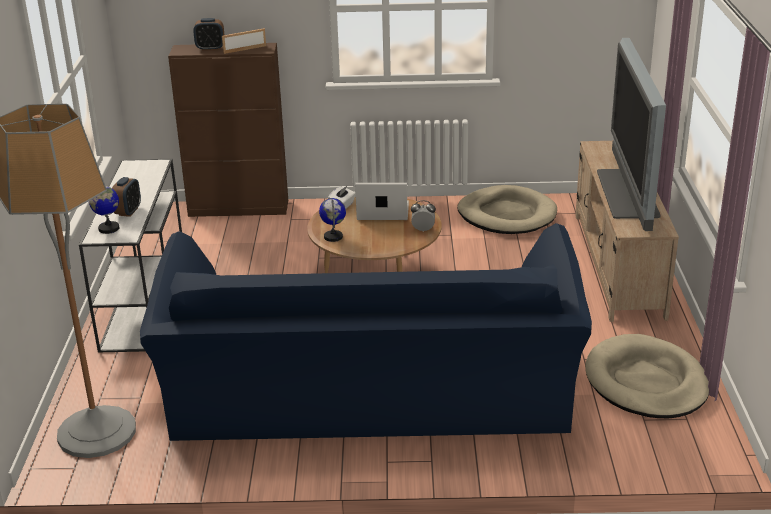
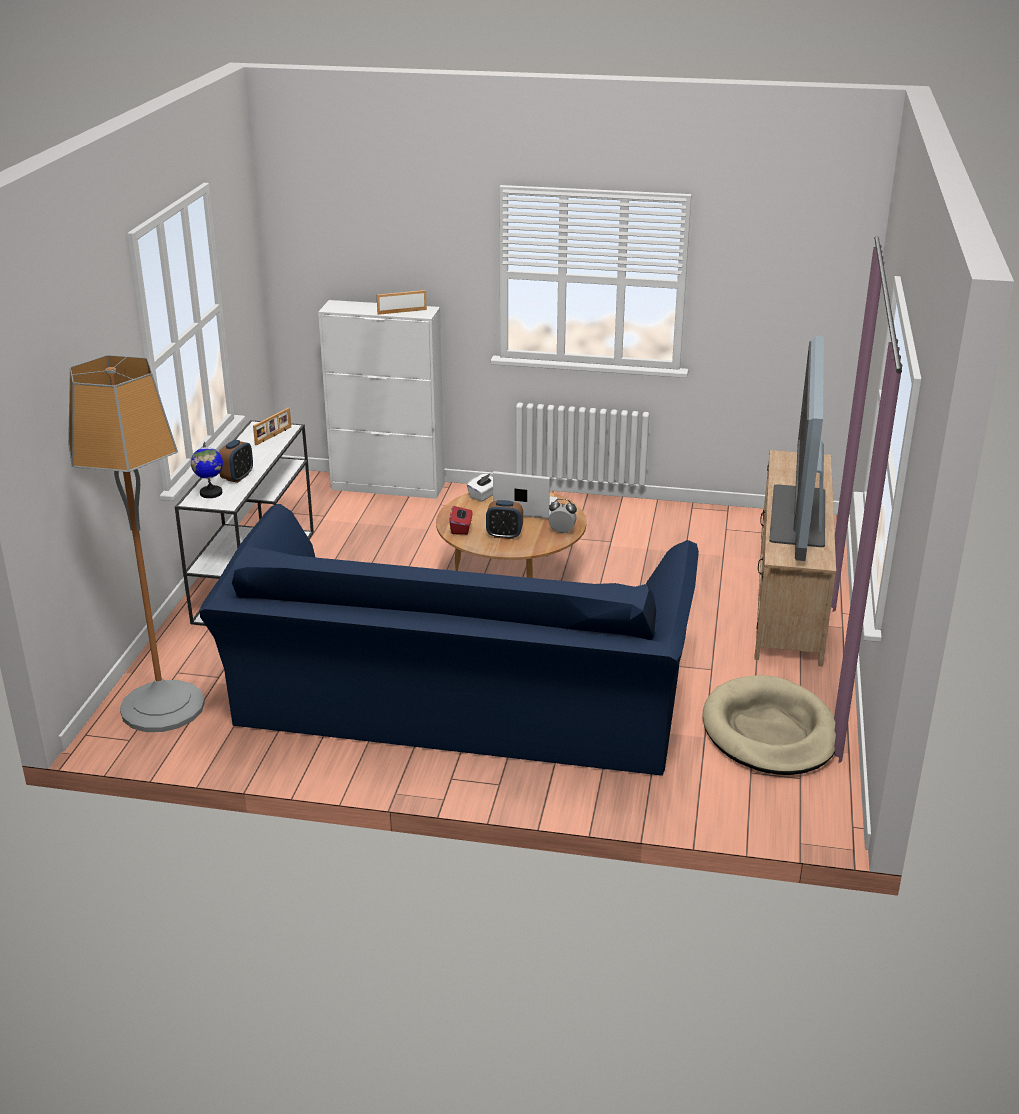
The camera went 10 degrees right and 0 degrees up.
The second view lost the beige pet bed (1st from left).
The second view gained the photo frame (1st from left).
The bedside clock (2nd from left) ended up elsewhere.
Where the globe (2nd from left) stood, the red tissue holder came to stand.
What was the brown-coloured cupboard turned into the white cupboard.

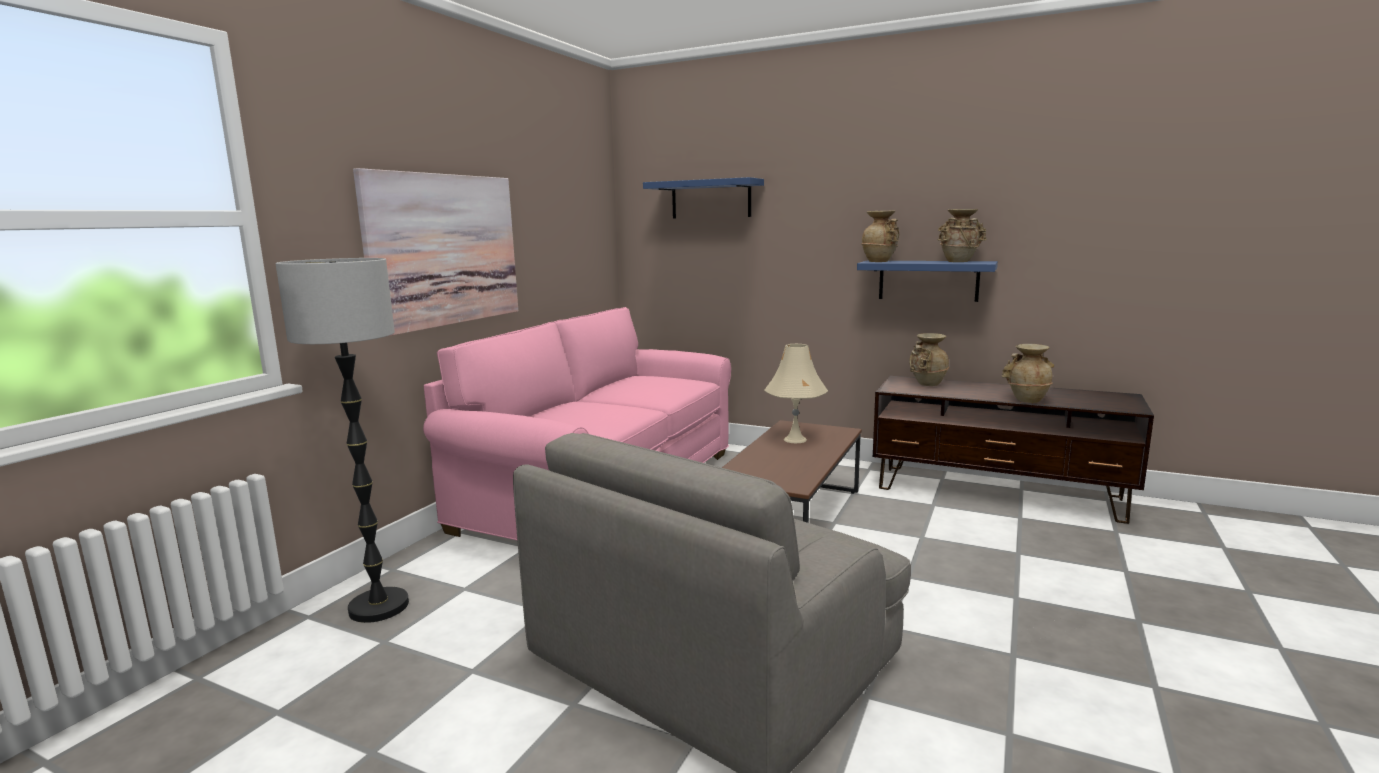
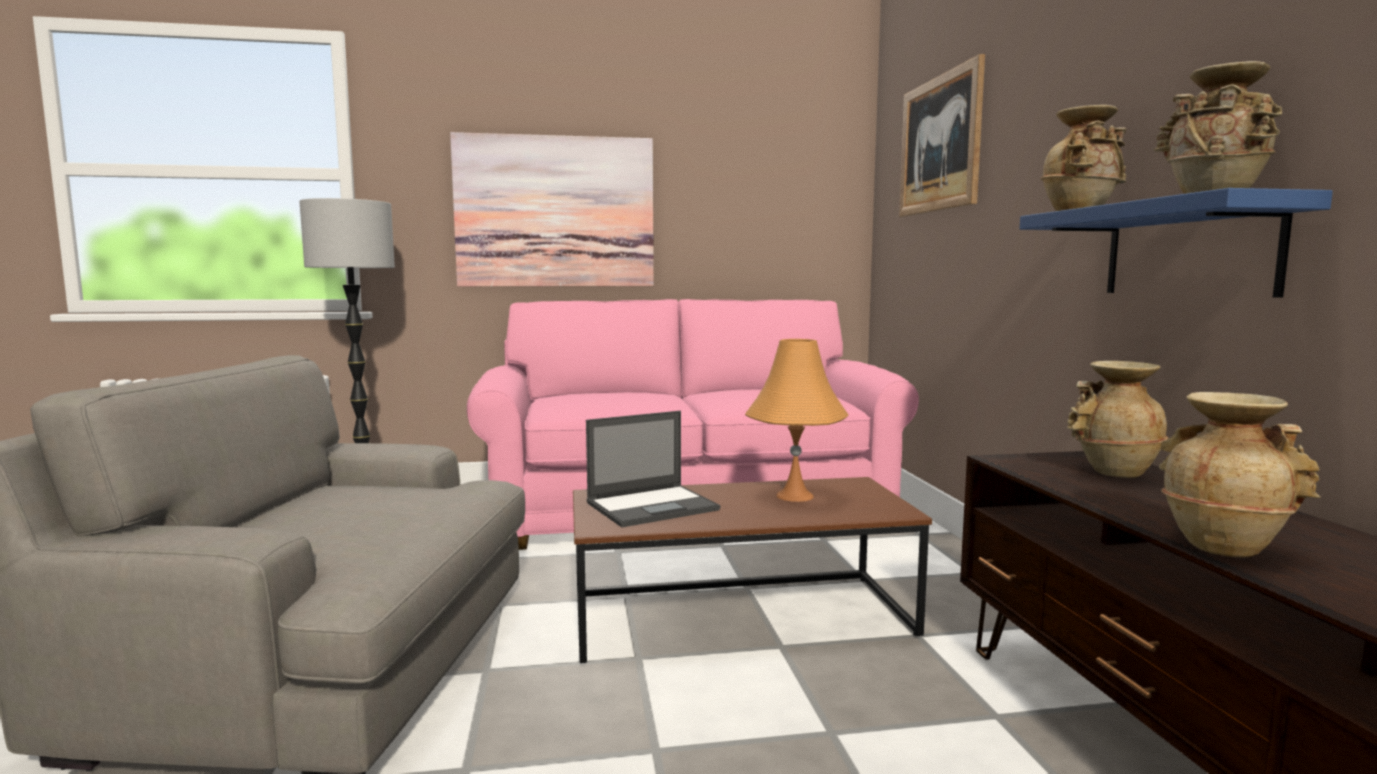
The camera went 55 degrees right and 5 degrees down.
The second view gained the portable computer.
Where the bluish bracket shelf (1st from left) hung, the picture (2nd from left) came to hang.
What was the beige table lamp turned into the orange table lamp.

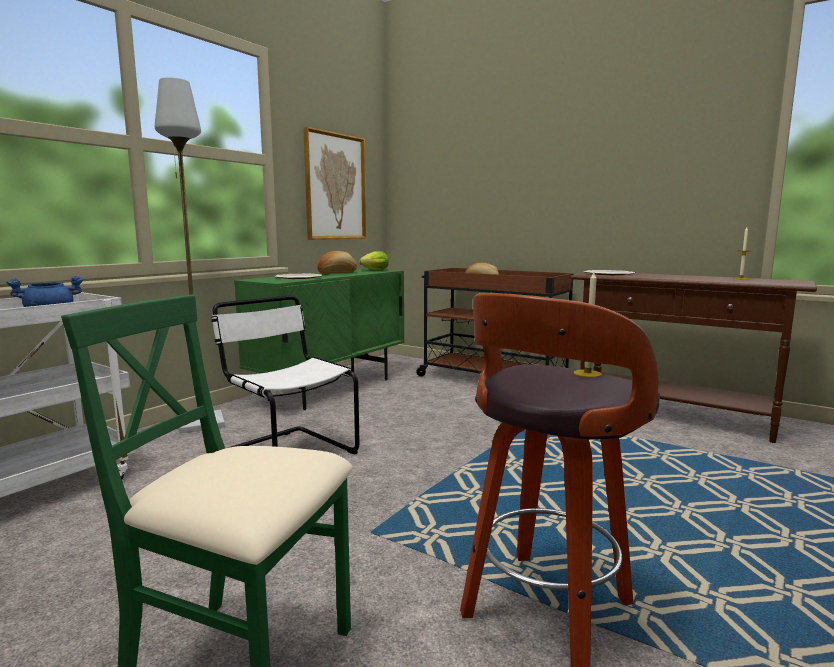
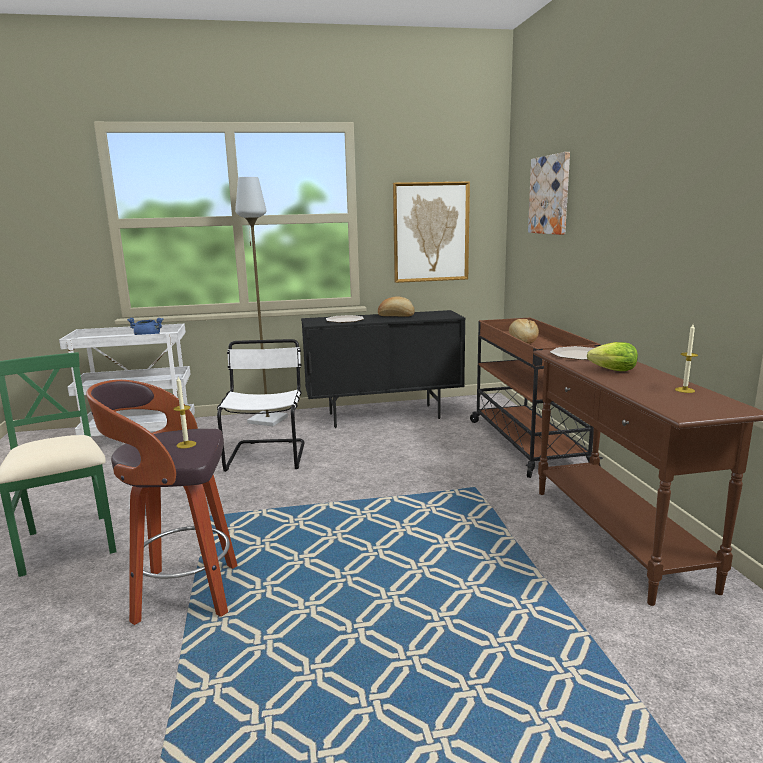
The camera went 45 degrees right and 5 degrees up.
The second view gained the picture (2nd from left).
The lettuce head ended up elsewhere.
What was the greenish cupboard turned into the blackish cupboard.

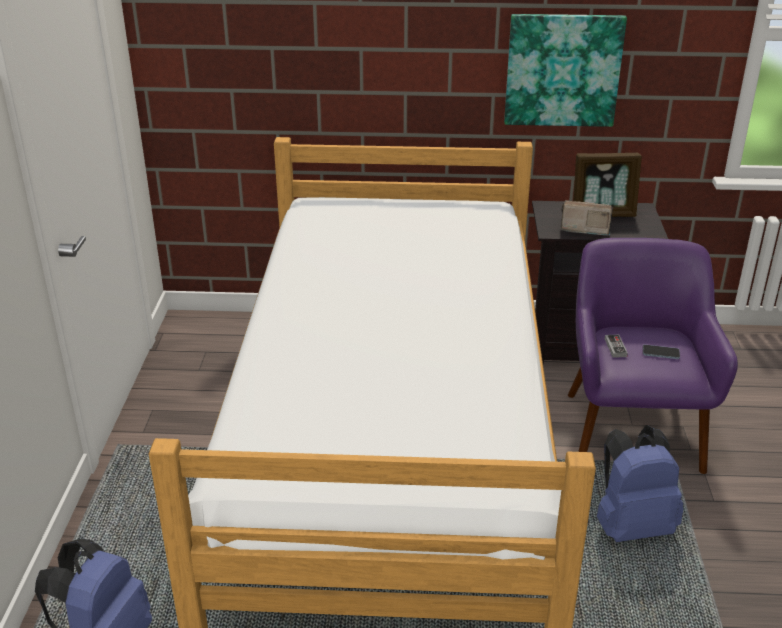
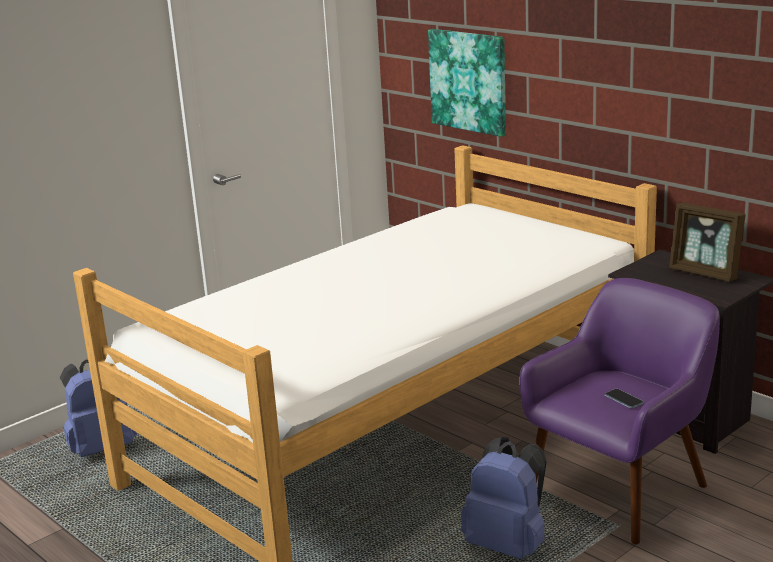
The camera went 45 degrees right and 10 degrees down.
The second view lost the radio receiver.
The second view lost the joypad.
The picture ended up elsewhere.

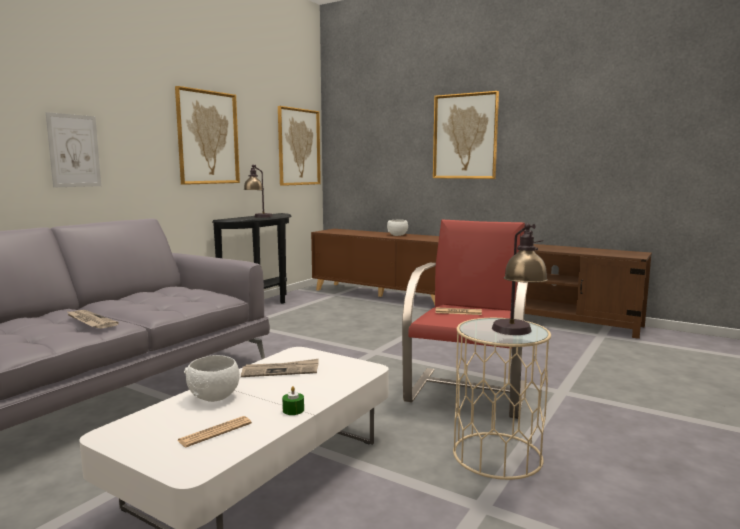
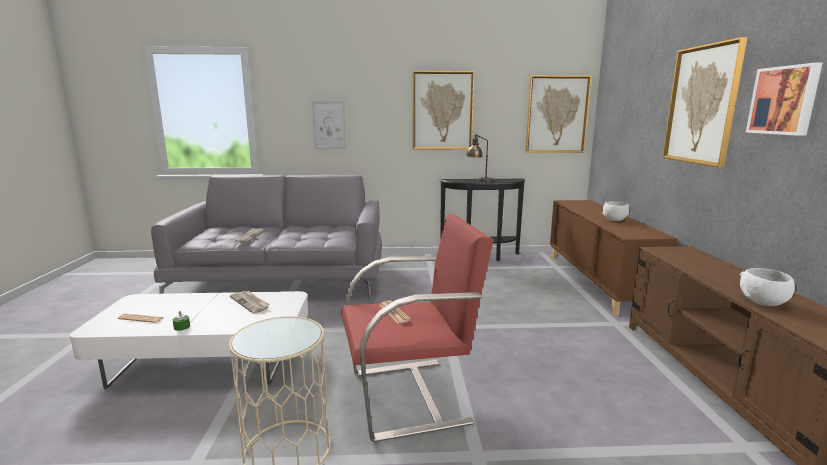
The camera went 55 degrees right and 5 degrees up.
The second view lost the table lamp (2nd from left).
The second view gained the picture (5th from left).
The white deep dish (1st from left in the first image) ended up elsewhere.

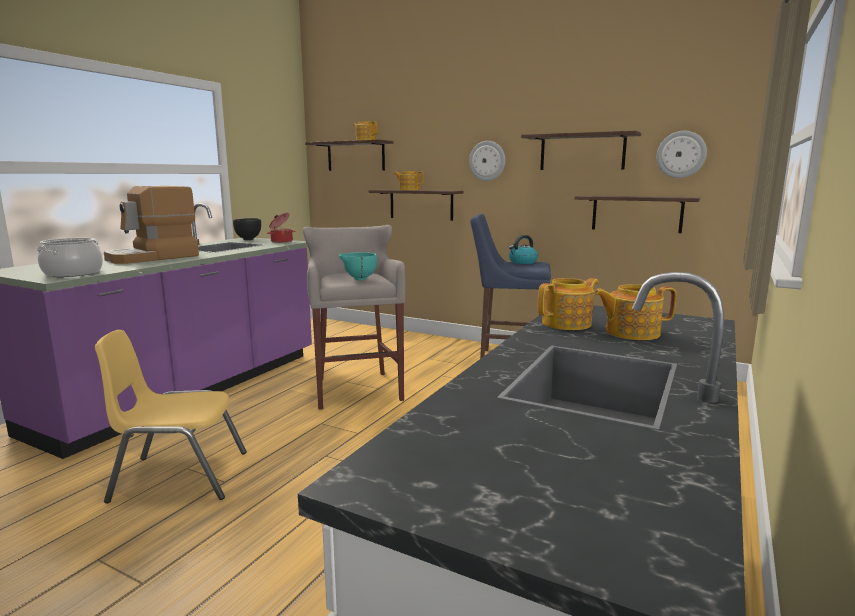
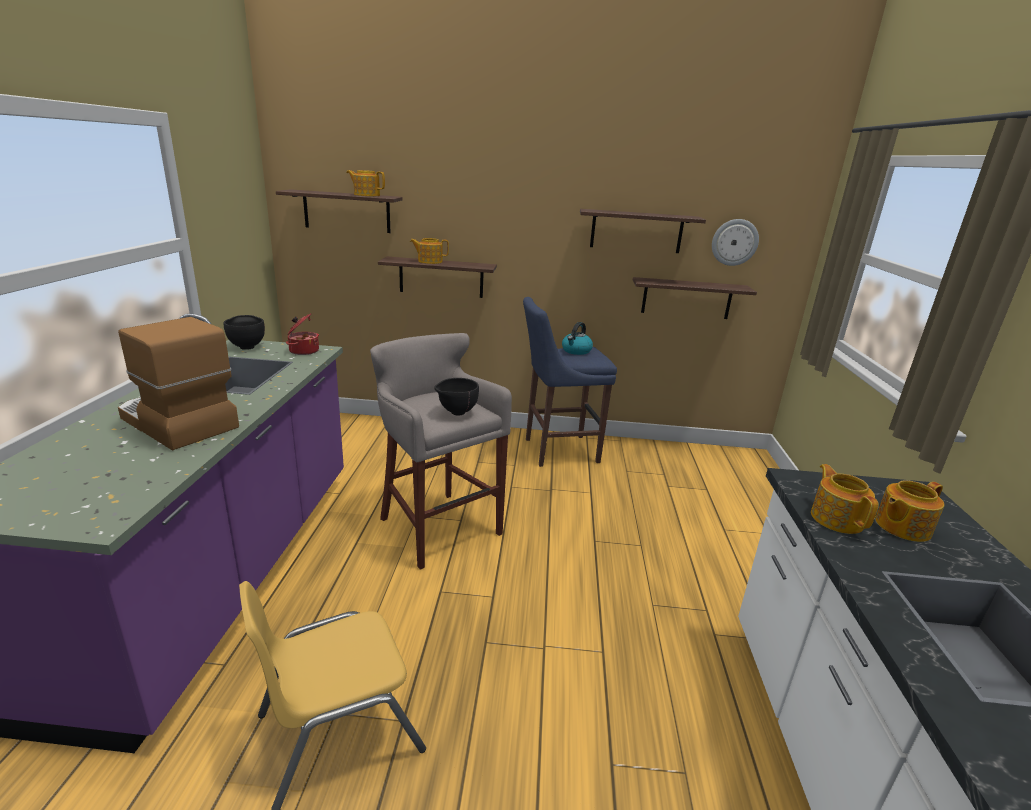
The camera went 25 degrees left and 10 degrees up.
The second view lost the saucepot (1st from left).
The second view lost the hanging clock (1st from left).
What was the blue-green deep dish turned into the blackish deep dish (2nd from left).
The coffee maker ended up facing another way, 105 degrees clockwise from before.
The teapot (3rd from left) ended up facing another way, 45 degrees counterclockwise from before.

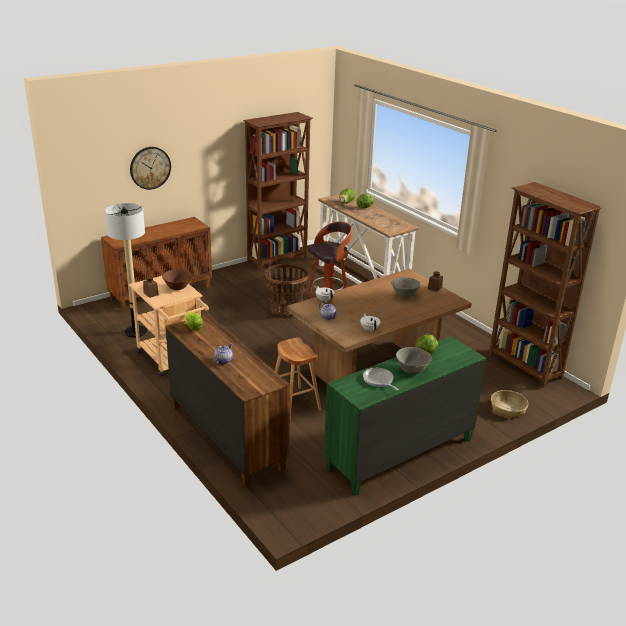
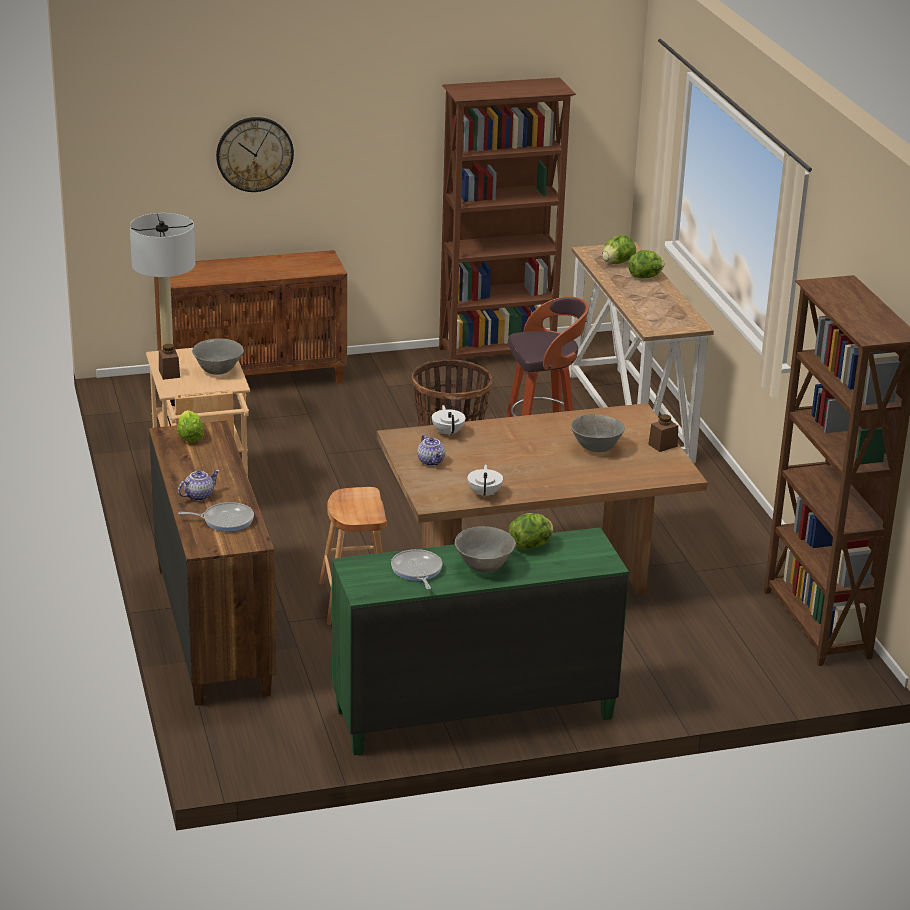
The camera went 20 degrees right and 0 degrees up.
The second view lost the storage basket (2nd from left).
The second view gained the pan (1st from left).
What was the brown-coloured deep dish turned into the grey deep dish (1st from left).

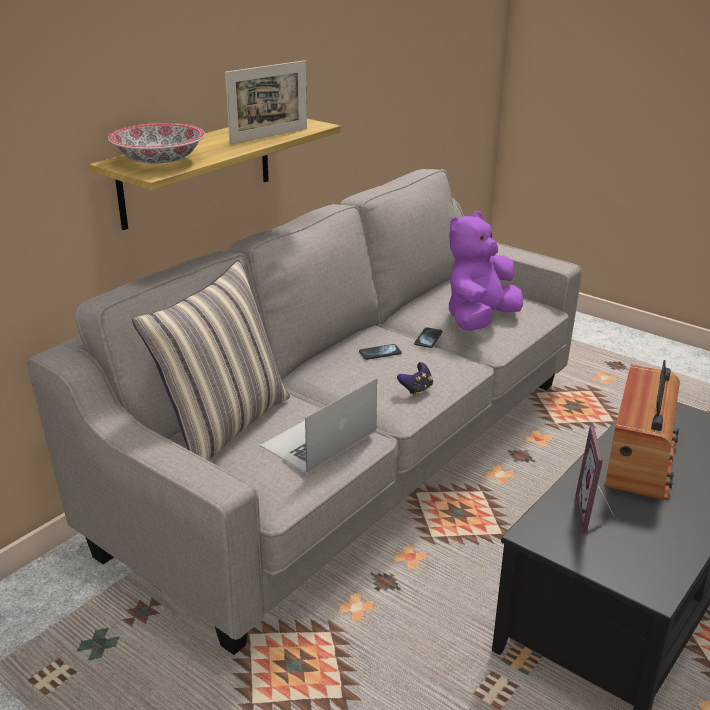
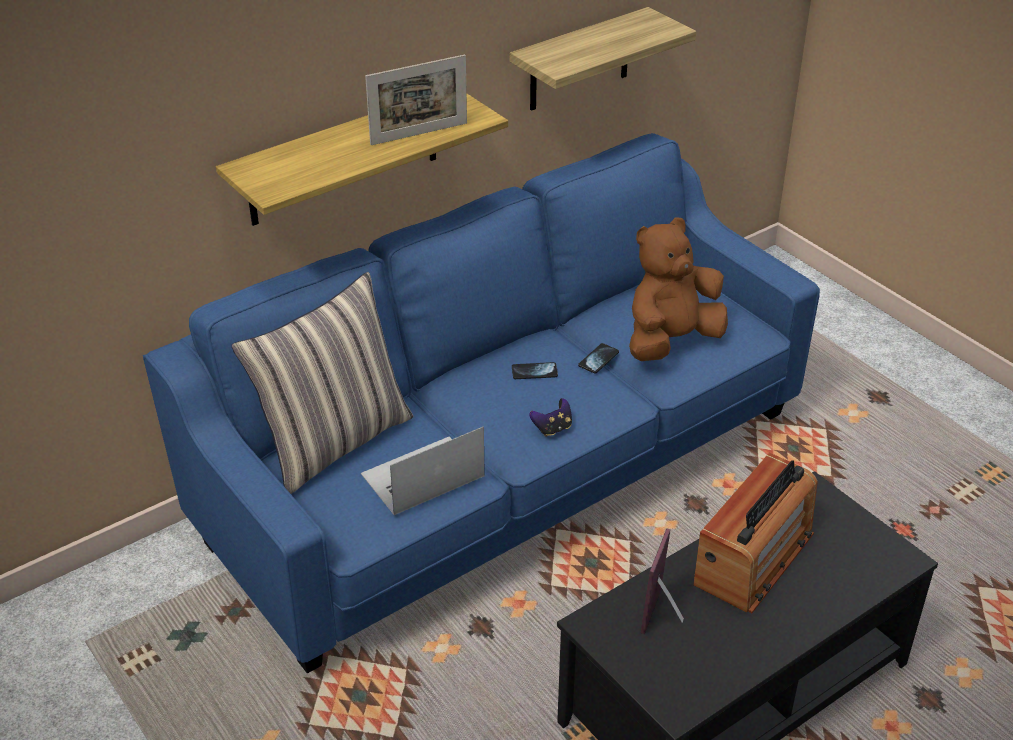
The camera went 15 degrees right and 10 degrees up.
The second view lost the deep dish.
The second view gained the bracket shelf (2nd from left).
What was the grey couch turned into the bluish couch.
What was the purple soft toy turned into the brown-coloured soft toy.

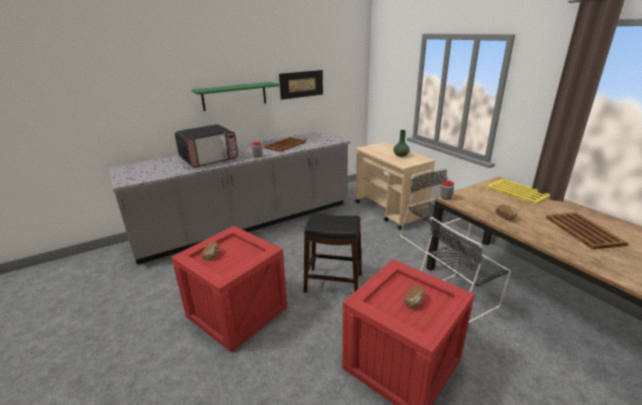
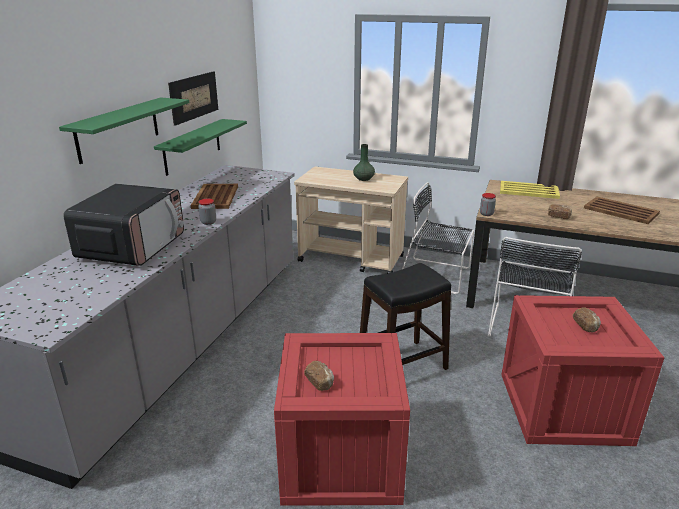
The camera went 40 degrees left and 0 degrees up.
The second view gained the greenish bracket shelf (2nd from left).

